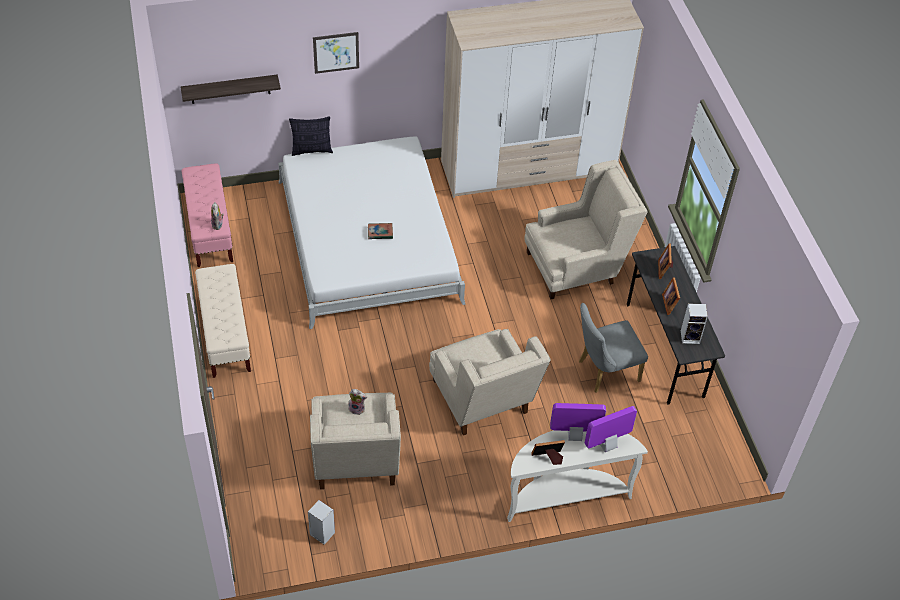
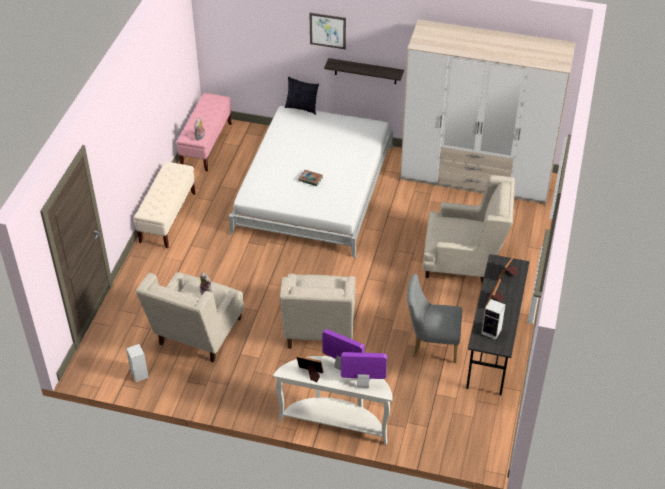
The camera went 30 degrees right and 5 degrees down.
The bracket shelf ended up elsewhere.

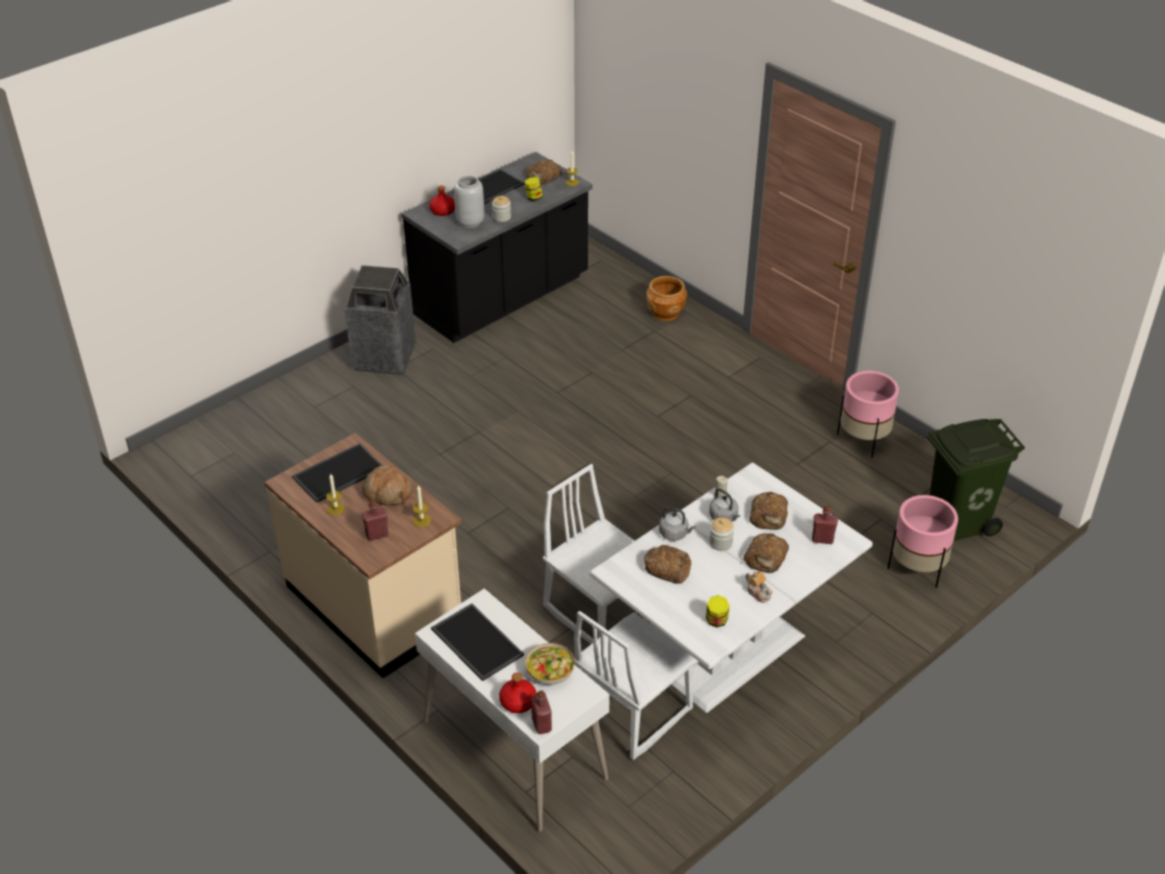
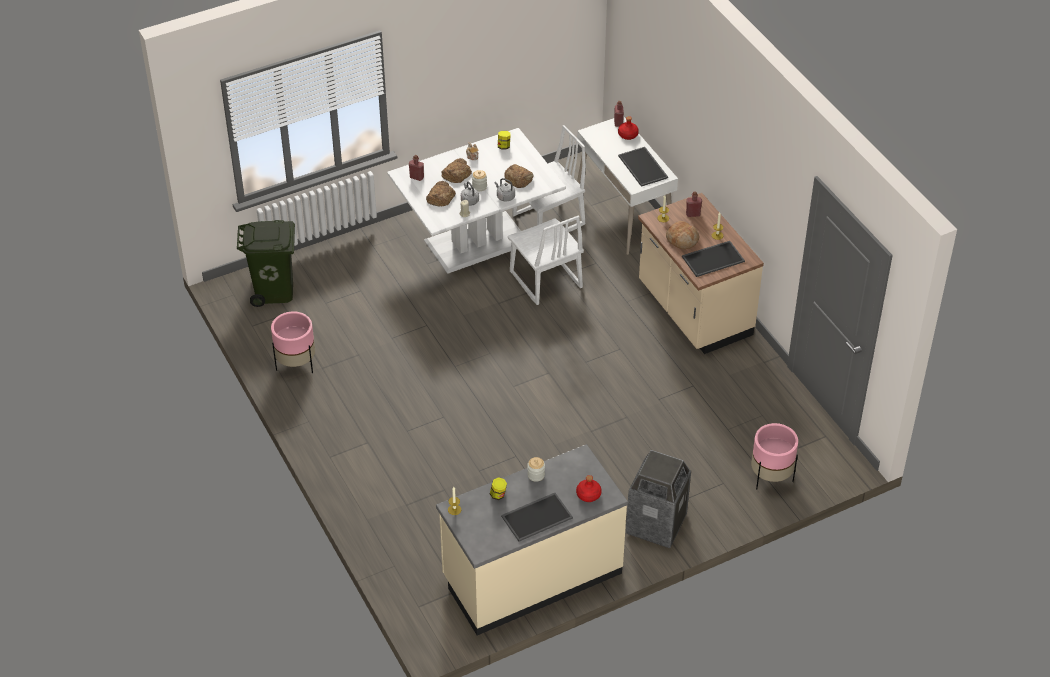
The camera went 165 degrees left and 5 degrees up.
The second view lost the grey flower vase.
The second view lost the deep dish.
The second view lost the bread (2nd from left).
The second view lost the brown-coloured plant pot.
The pink-coloured plant pot (2nd from left) ended up elsewhere.
What was the blackish counter turned into the beige counter (1st from left).

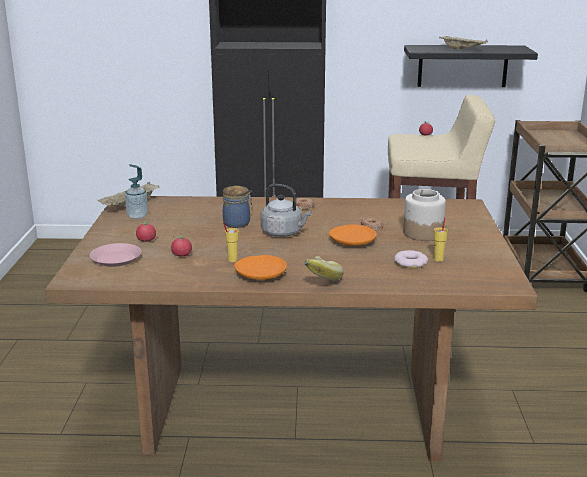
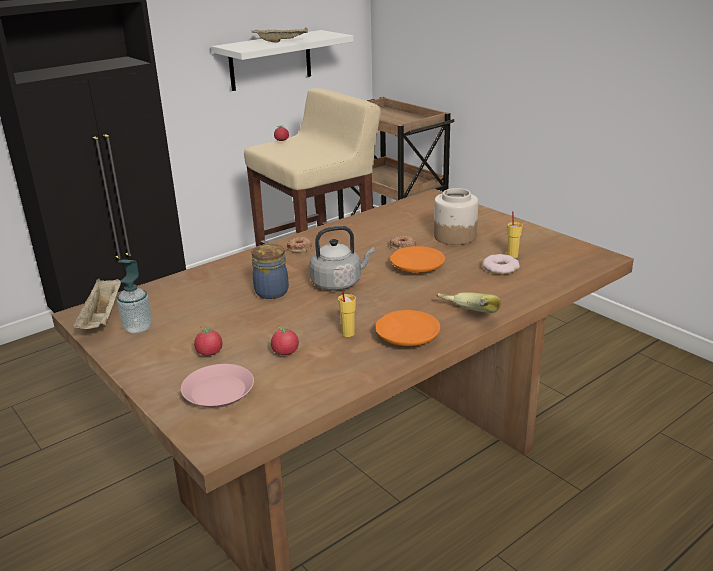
The camera went 40 degrees left and 5 degrees up.
What was the blackish bracket shelf turned into the white bracket shelf.

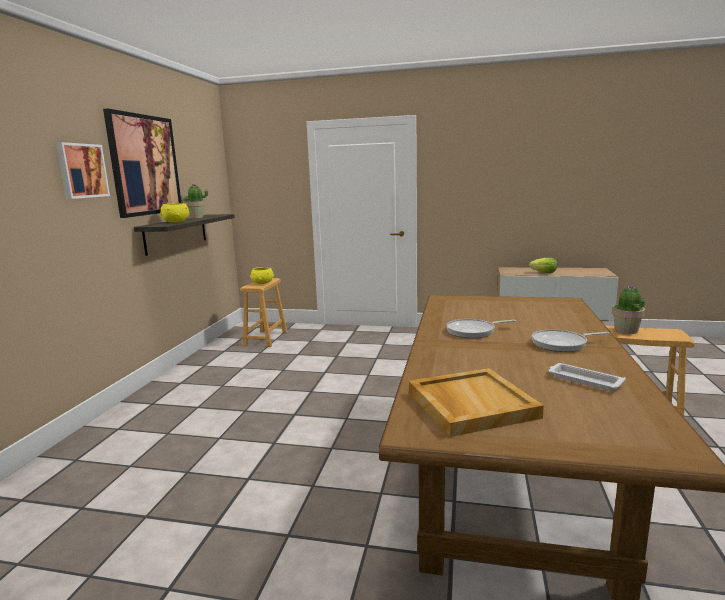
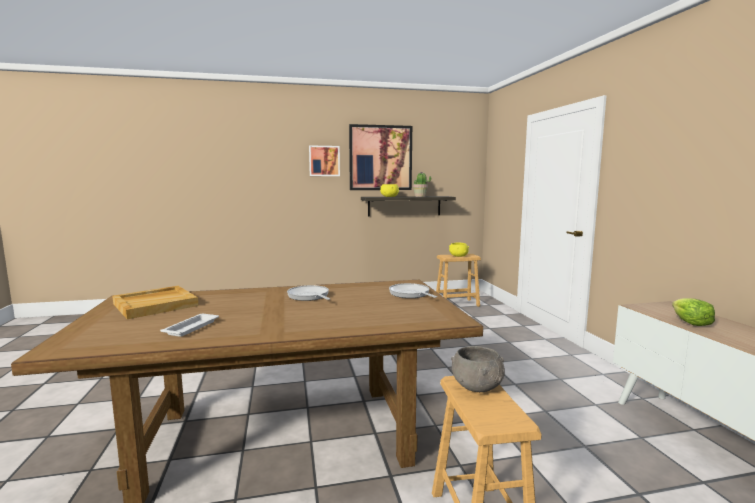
The camera went 65 degrees right and 5 degrees down.
The pan (2nd from left) ended up elsewhere.
Where the plant in a pot (2nd from left) stood, the grey deep dish came to stand.

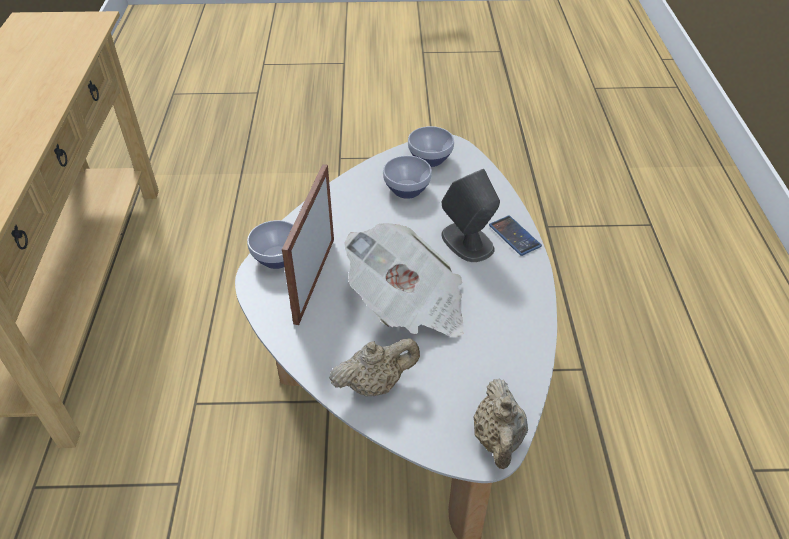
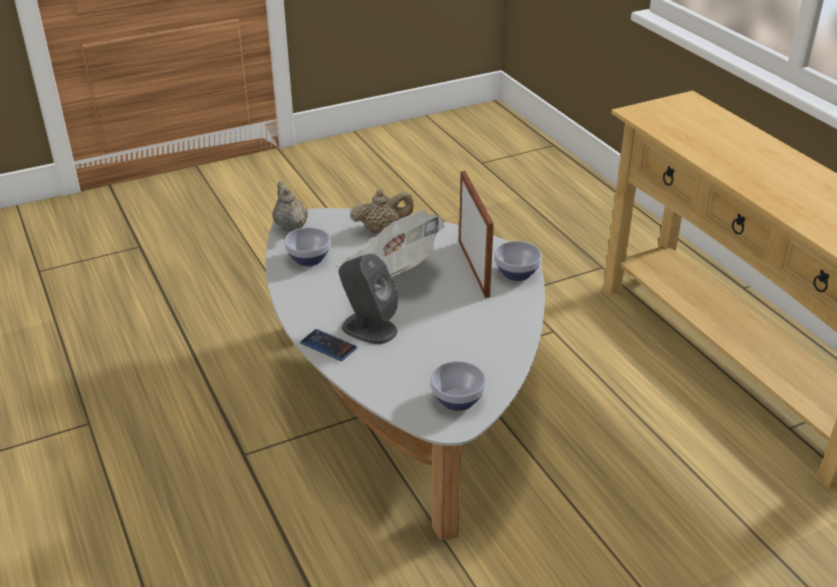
The camera went 155 degrees right and 10 degrees down.
The deep dish (2nd from left in the first image) ended up elsewhere.
The beige teapot (1st from left in the first image) ended up facing another way, 150 degrees counterclockwise from before.

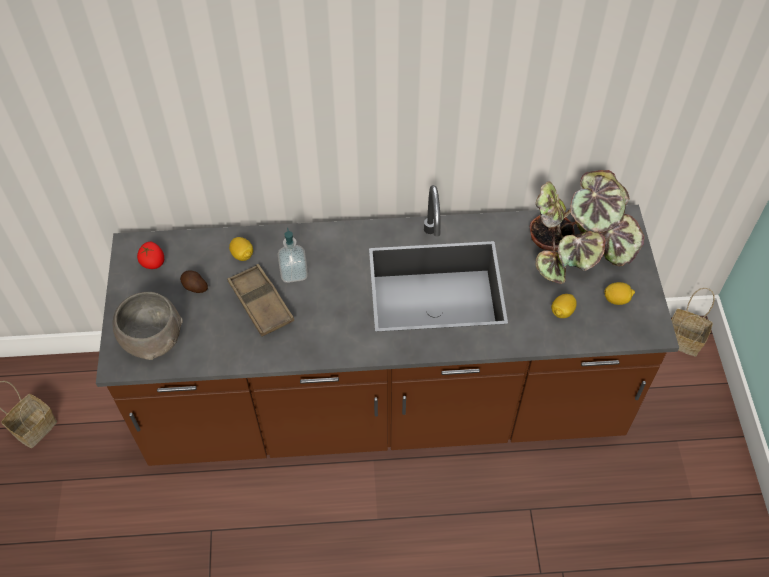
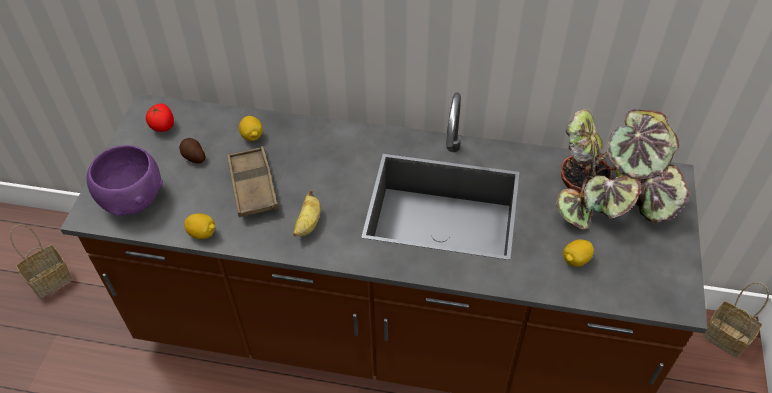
The camera went 15 degrees right and 5 degrees down.
The second view lost the liquid soap bottle.
The second view gained the banana.
The citrus fruit (3rd from left in the first image) ended up elsewhere.
What was the grey deep dish turned into the purple deep dish.

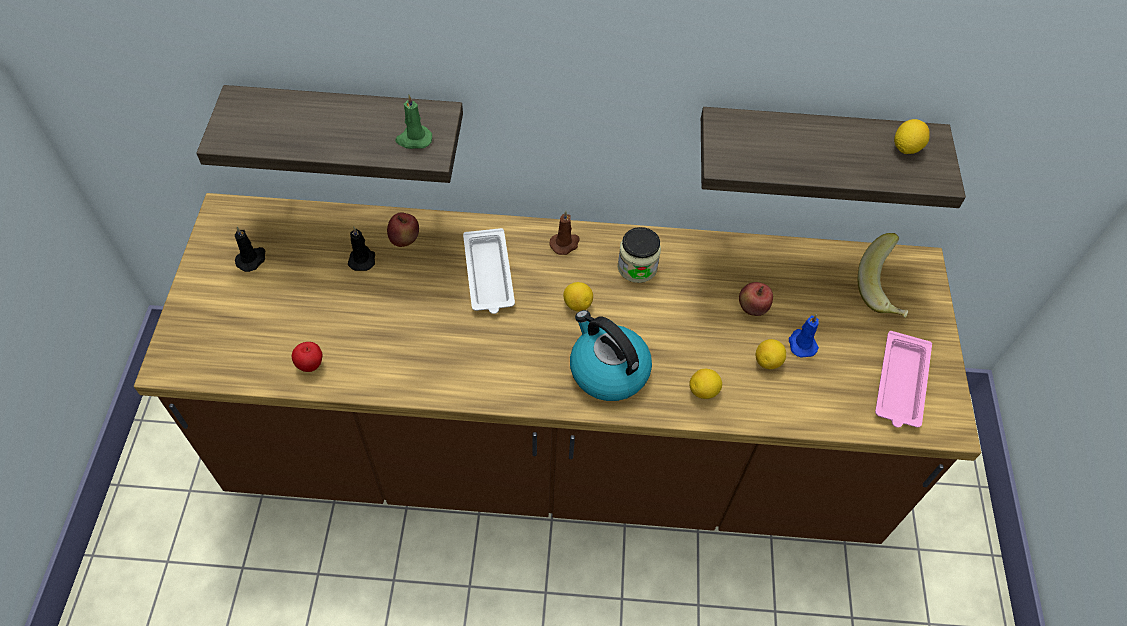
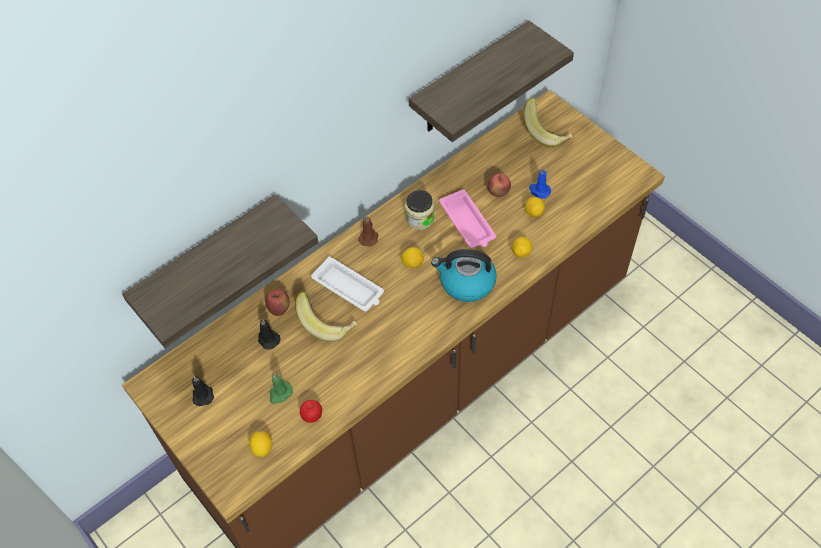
The camera went 40 degrees left and 0 degrees up.
The second view gained the banana (1st from left).
The greenish wax light ended up elsewhere.
The pink-coloured serving tray ended up elsewhere.
The citrus fruit (4th from left in the first image) ended up elsewhere.

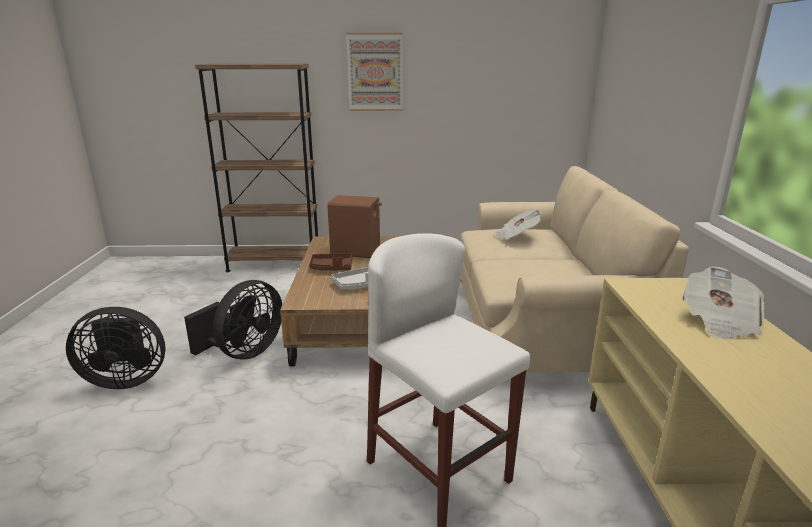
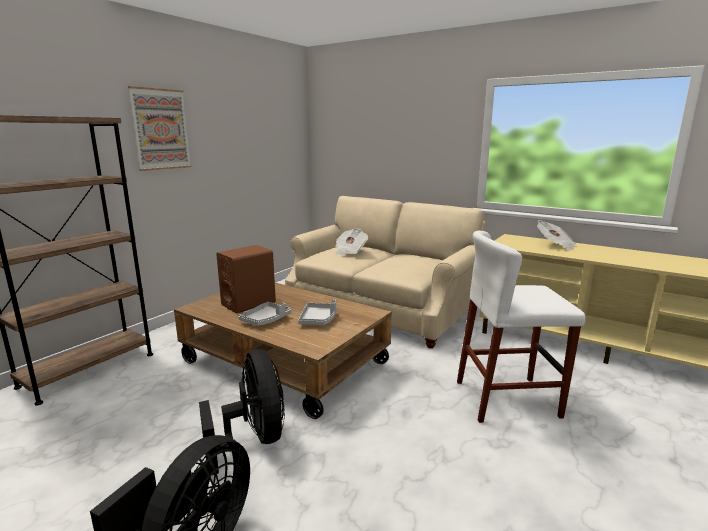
The camera went 55 degrees left and 5 degrees down.
What was the brown-coloured serving tray turned into the grey serving tray (1st from left).

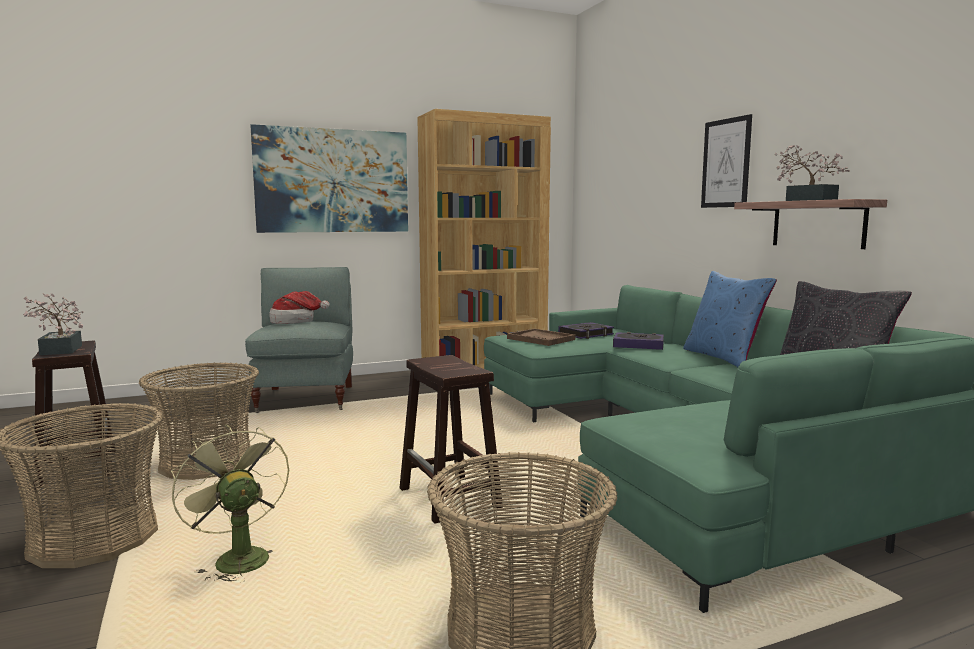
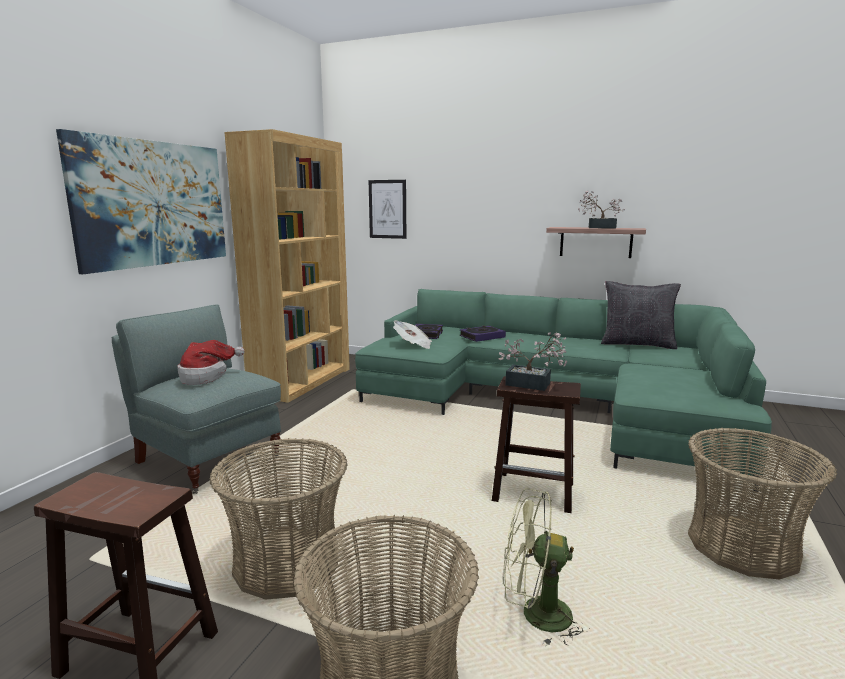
The camera went 45 degrees left and 5 degrees up.
The second view lost the bluish cushion.
The plant in a pot (1st from left) ended up elsewhere.
The picture (2nd from left) ended up elsewhere.
Where the brown-coloured serving tray stood, the printed paper came to stand.

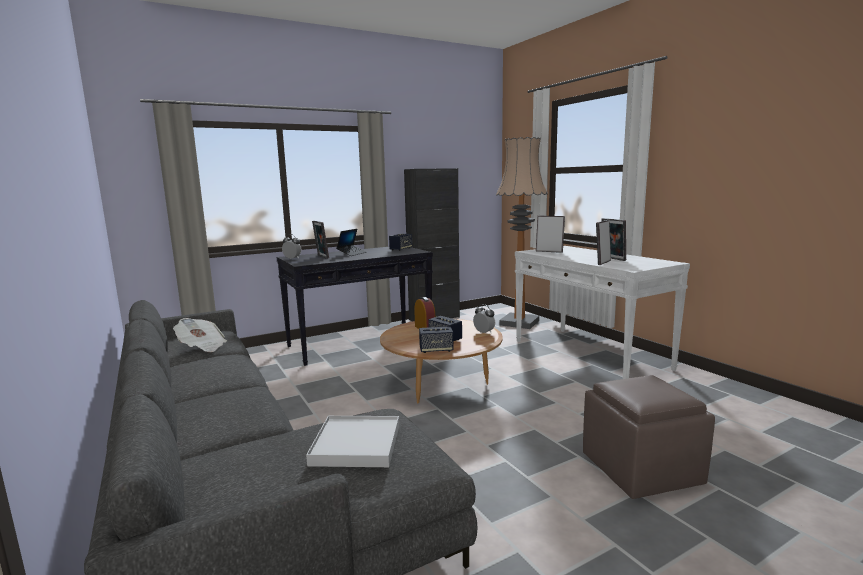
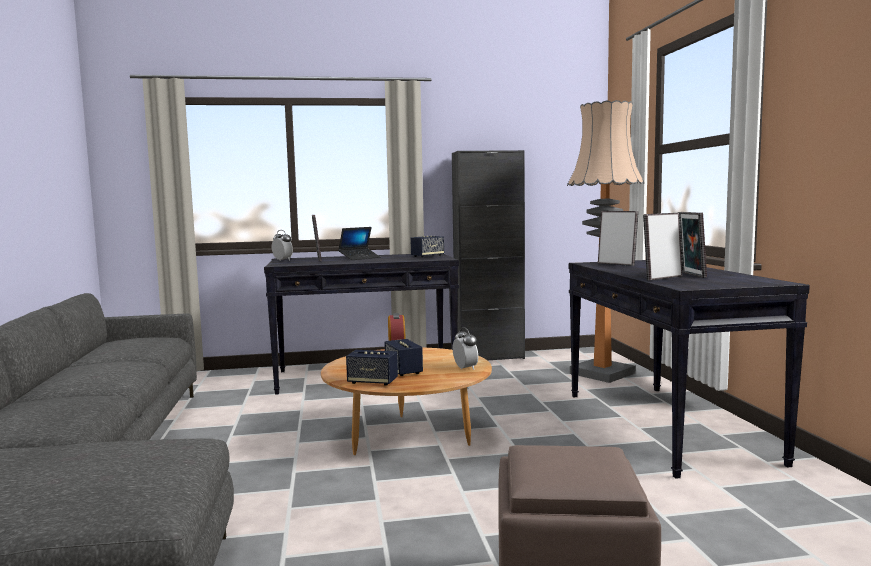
The camera went 20 degrees right and 5 degrees down.
The second view lost the printed paper.
The second view lost the white serving tray.
What was the white hall table turned into the blackish hall table (2nd from left).

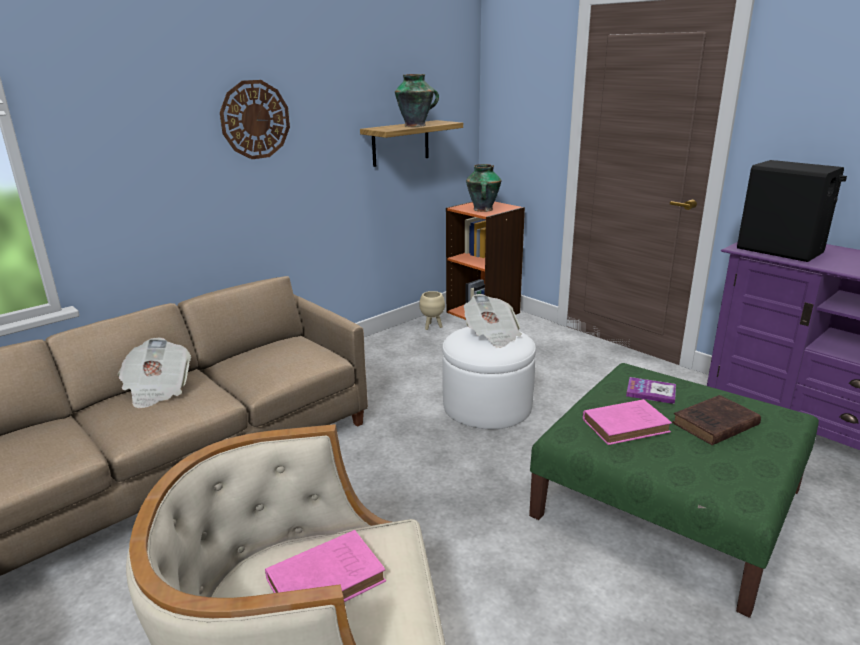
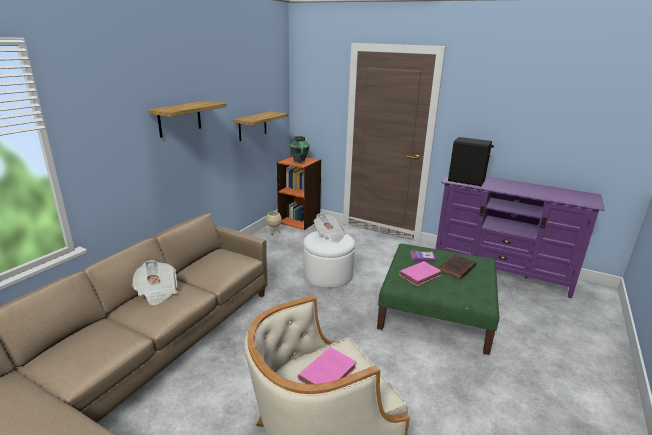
The camera went 20 degrees left and 0 degrees up.
The second view lost the flower vase (1st from left).
Where the hanging clock hung, the bracket shelf (1st from left) came to hang.

